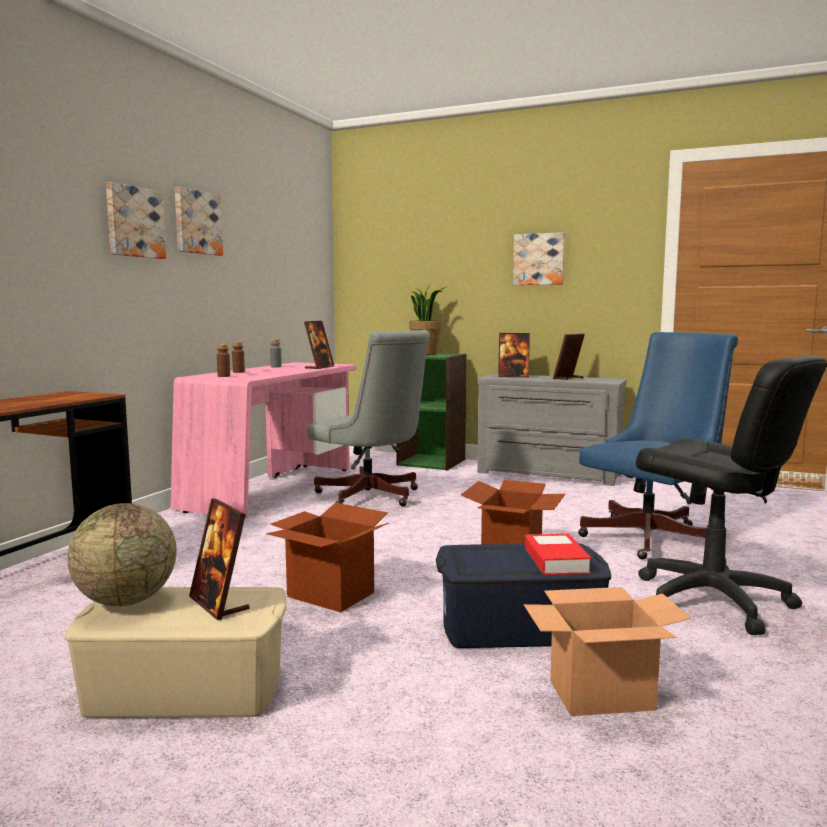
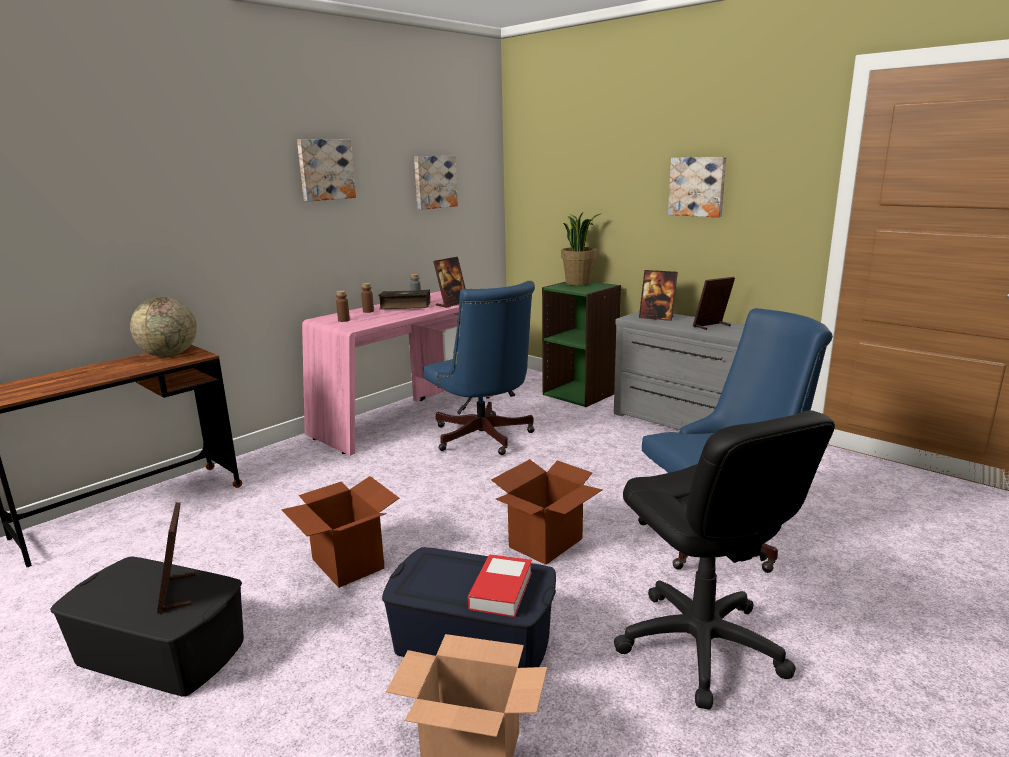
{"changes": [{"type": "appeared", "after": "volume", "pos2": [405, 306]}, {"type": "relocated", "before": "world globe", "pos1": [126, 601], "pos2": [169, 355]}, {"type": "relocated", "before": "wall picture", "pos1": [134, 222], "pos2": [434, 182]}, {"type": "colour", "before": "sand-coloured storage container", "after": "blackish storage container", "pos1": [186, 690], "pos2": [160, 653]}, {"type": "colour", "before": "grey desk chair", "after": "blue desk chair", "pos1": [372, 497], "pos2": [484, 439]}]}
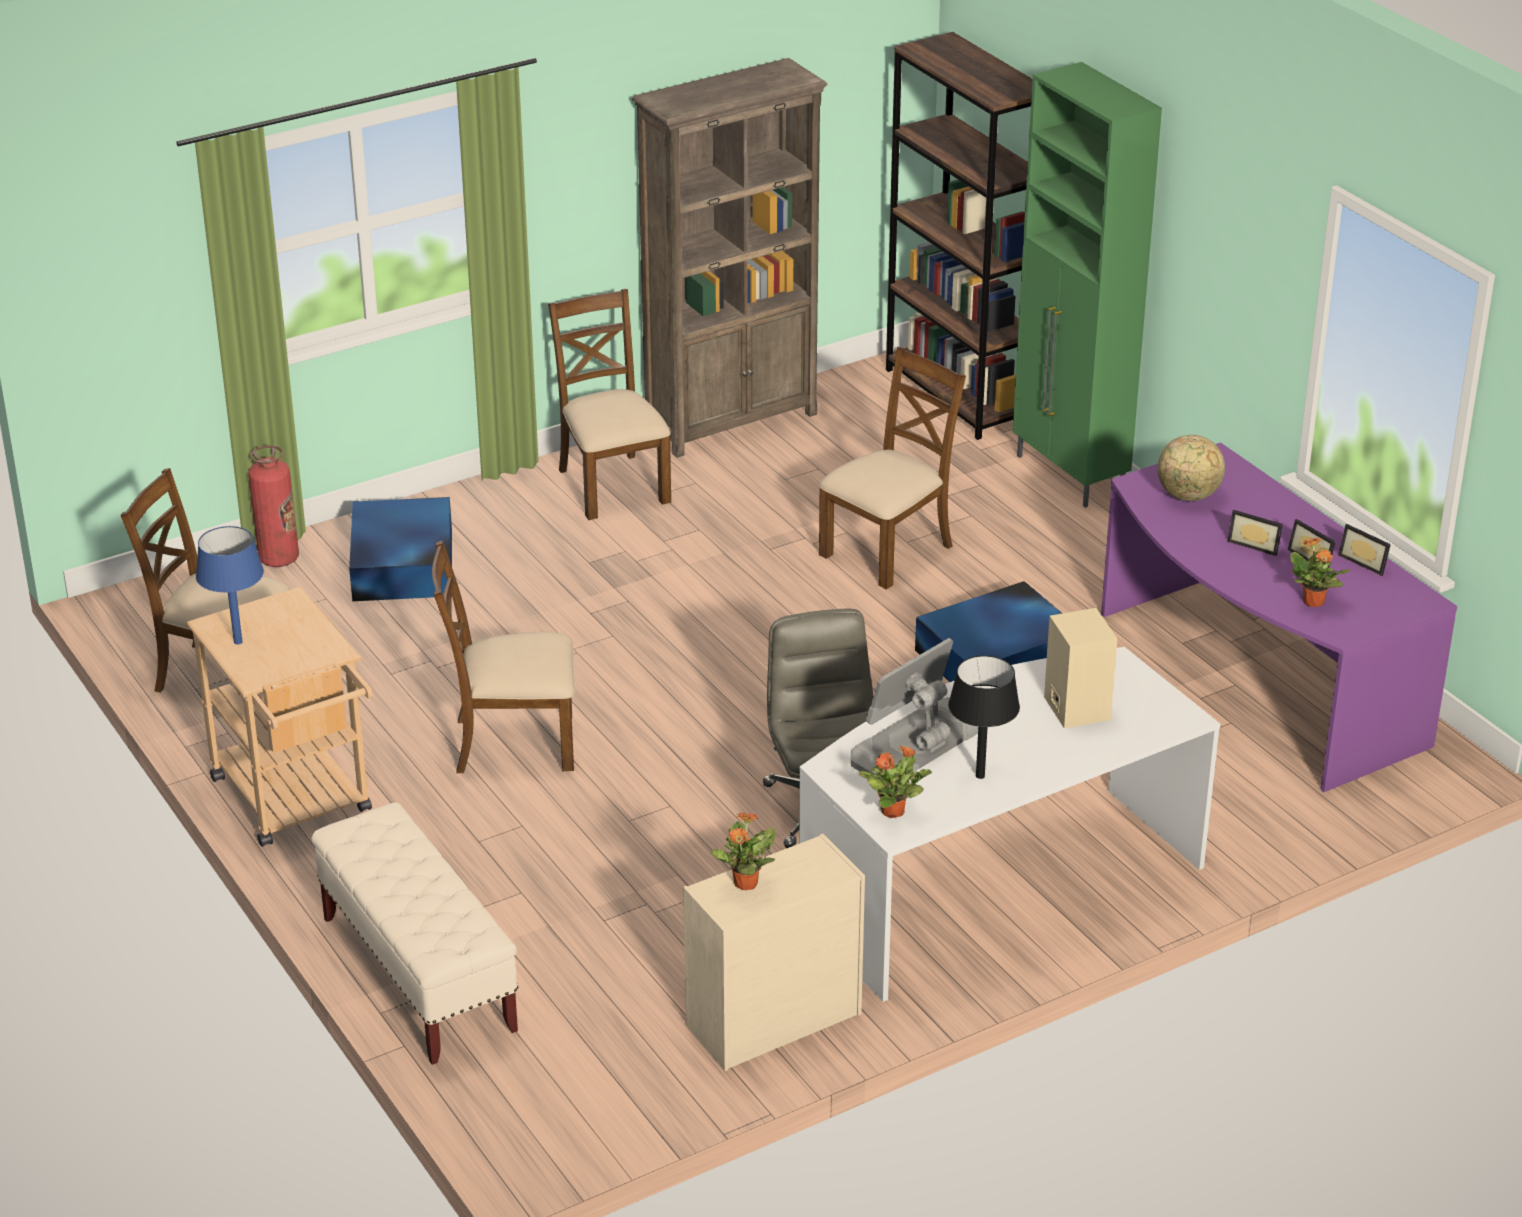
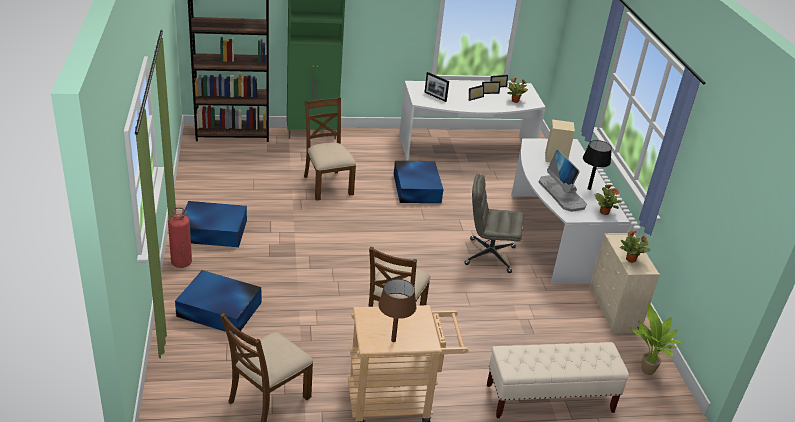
{"changes": [{"type": "missing", "before": "brown bookcase", "pos1": [732, 421]}, {"type": "appeared", "after": "plant in a pot", "pos2": [645, 371]}, {"type": "relocated", "before": "fire-fighting cylinder", "pos1": [279, 558], "pos2": [181, 263]}, {"type": "exchanged", "before": "brown plain chair", "after": "blue storage container", "pos1": [612, 485], "pos2": [212, 230]}, {"type": "exchanged", "before": "world globe", "after": "standing frame", "pos1": [1188, 496], "pos2": [435, 97]}, {"type": "colour", "before": "blue tabletop lamp", "after": "brown tabletop lamp", "pos1": [237, 642], "pos2": [393, 340]}, {"type": "colour", "before": "purplish desk table", "after": "white-coloured desk table", "pos1": [1253, 682], "pos2": [466, 149]}]}
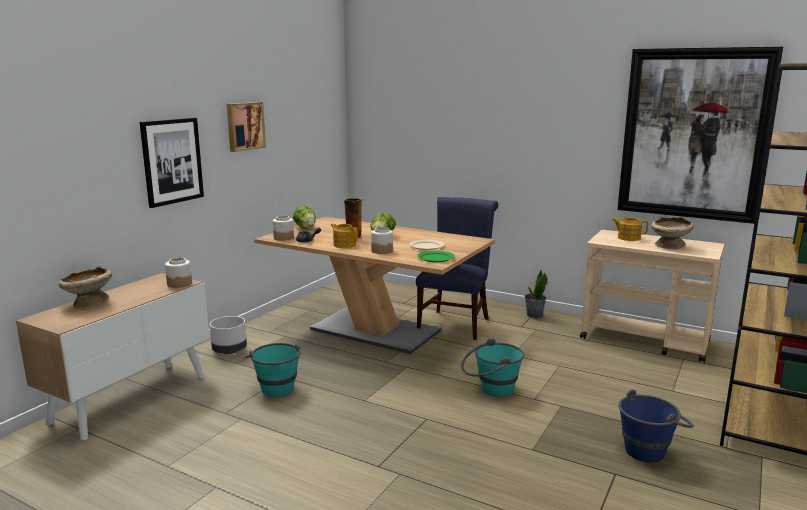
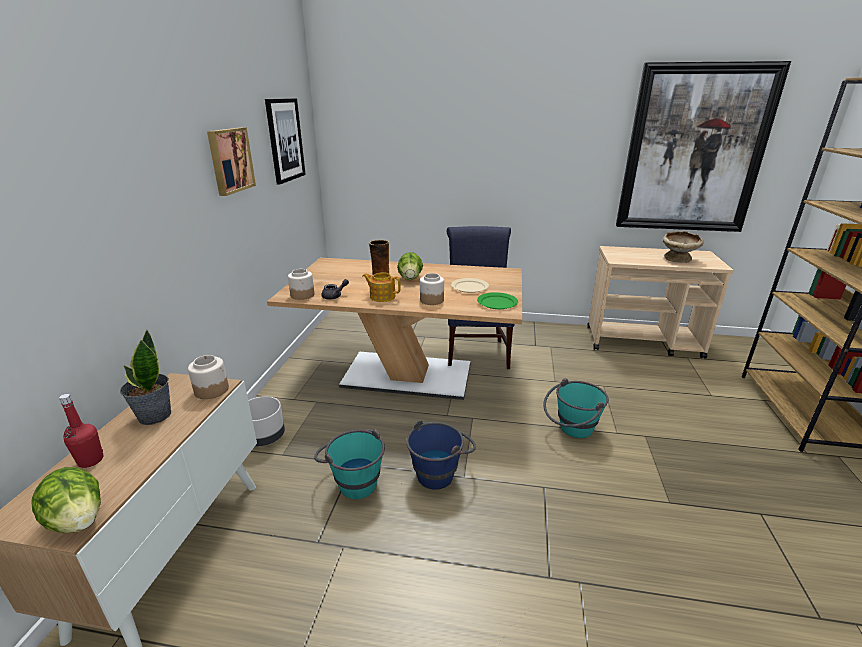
{"changes": [{"type": "missing", "before": "pot for tea", "pos1": [628, 238]}, {"type": "relocated", "before": "wall picture", "pos1": [172, 161], "pos2": [285, 140]}, {"type": "relocated", "before": "lettuce", "pos1": [305, 228], "pos2": [78, 520]}, {"type": "relocated", "before": "plant in a pot", "pos1": [534, 315], "pos2": [154, 416]}, {"type": "relocated", "before": "blue water bucket", "pos1": [650, 449], "pos2": [440, 471]}, {"type": "exchanged", "before": "sand-coloured bowl", "after": "red-coloured bottle", "pos1": [88, 303], "pos2": [91, 460]}]}
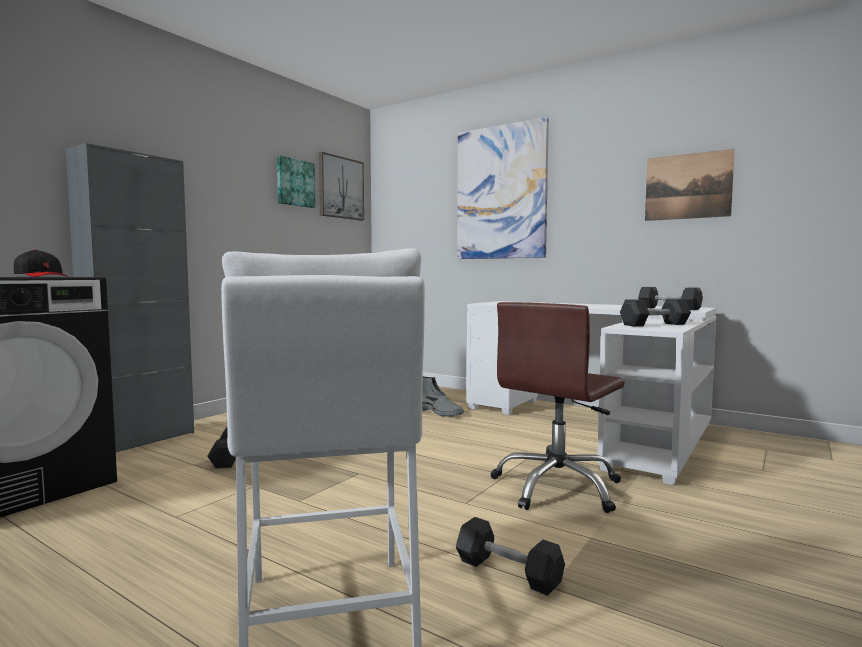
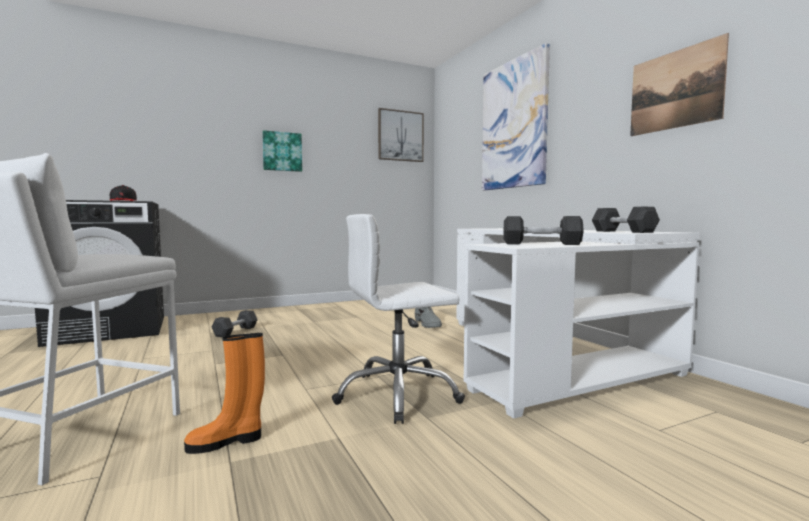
{"changes": [{"type": "missing", "before": "grey cabinet", "pos1": [141, 440]}, {"type": "relocated", "before": "wall picture", "pos1": [295, 183], "pos2": [282, 151]}, {"type": "exchanged", "before": "grey free weight", "after": "orange-coloured tall boot", "pos1": [508, 572], "pos2": [227, 442]}, {"type": "colour", "before": "brown desk chair", "after": "white-coloured desk chair", "pos1": [558, 487], "pos2": [398, 395]}]}
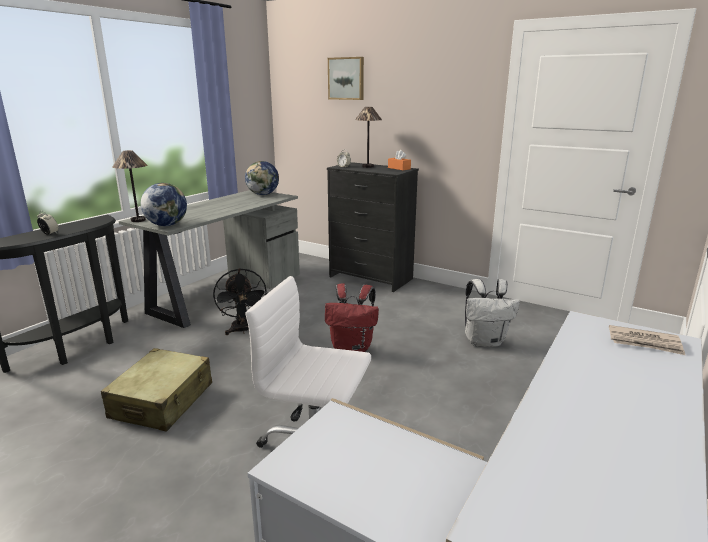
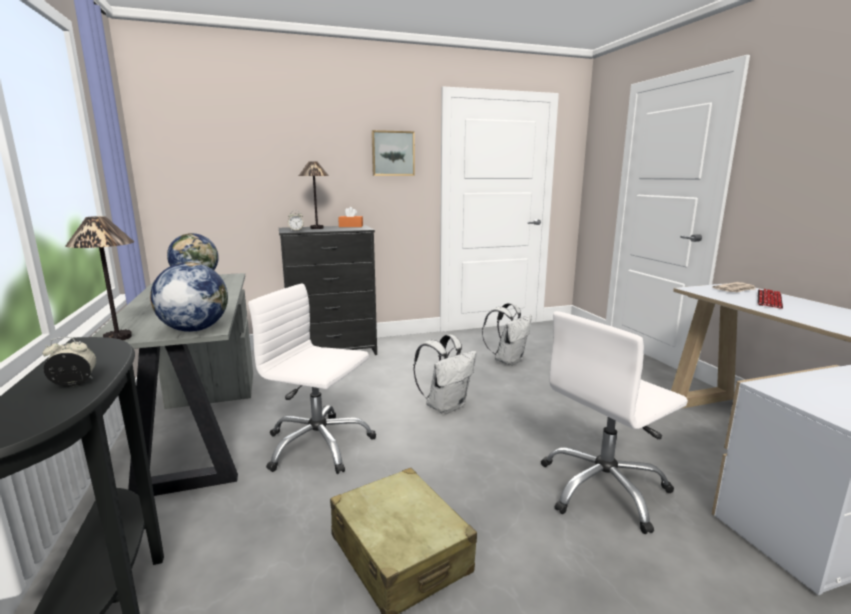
{"changes": [{"type": "appeared", "after": "PC keyboard", "pos2": [769, 300]}, {"type": "relocated", "before": "wall picture", "pos1": [346, 78], "pos2": [392, 153]}, {"type": "exchanged", "before": "blackish electric fan", "after": "white-coloured desk chair", "pos1": [243, 330], "pos2": [318, 445]}, {"type": "colour", "before": "red-coloured knapsack", "after": "white-coloured knapsack", "pos1": [353, 348], "pos2": [446, 406]}]}
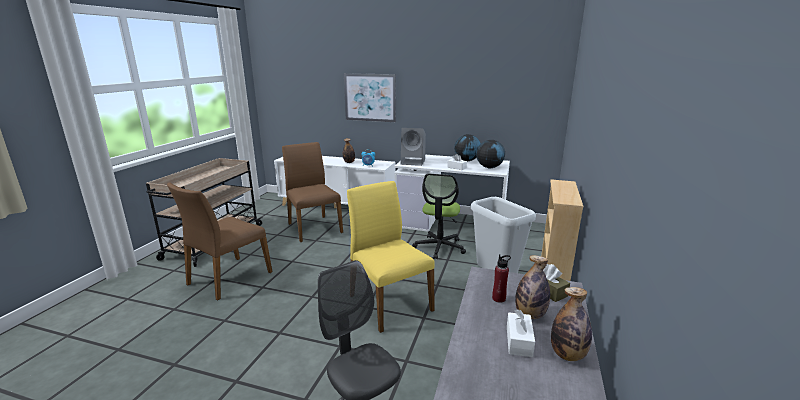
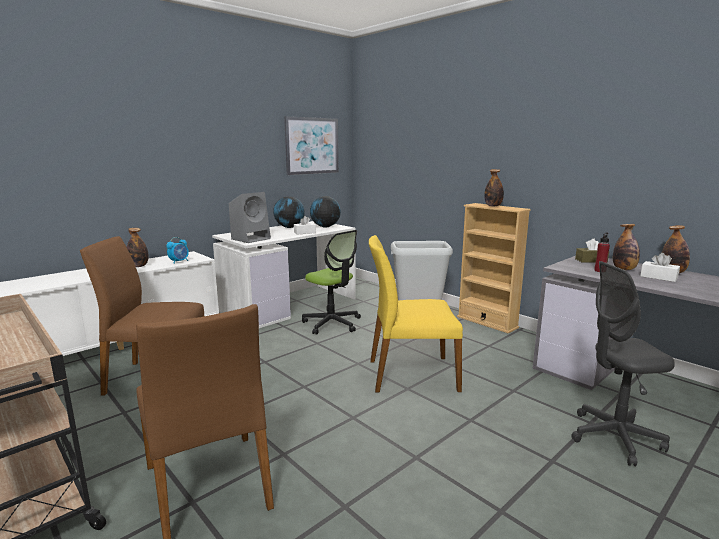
{"changes": [{"type": "appeared", "after": "bottle", "pos2": [493, 206]}, {"type": "relocated", "before": "wall picture", "pos1": [370, 97], "pos2": [312, 146]}]}
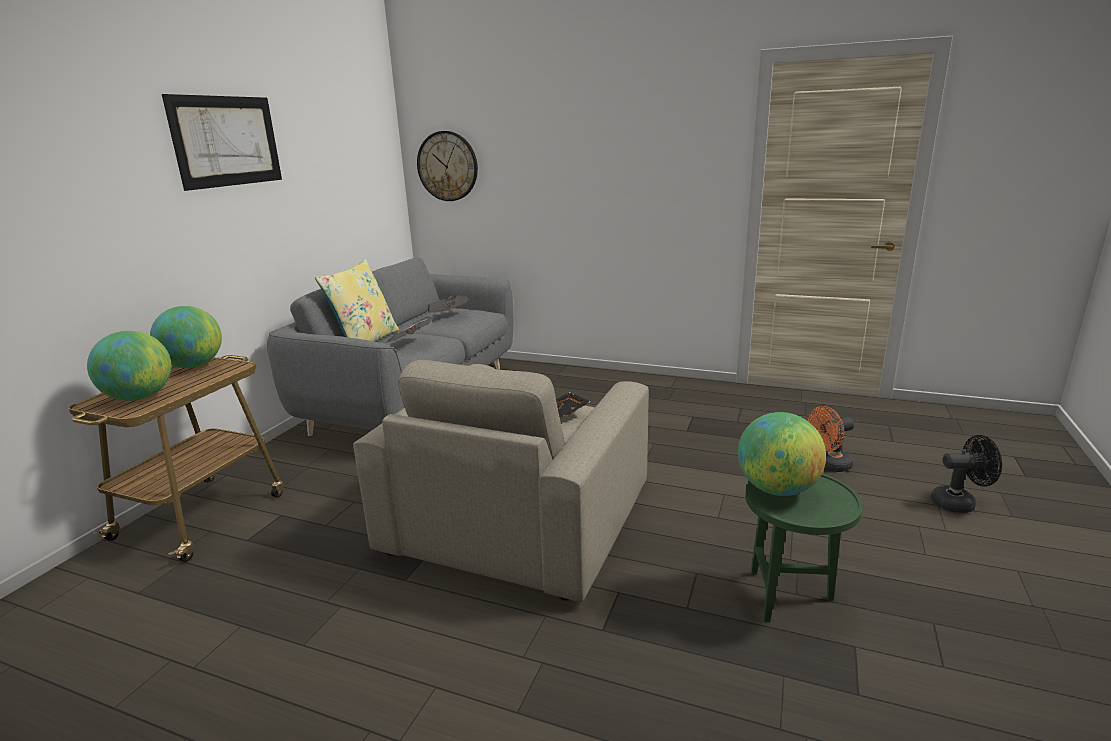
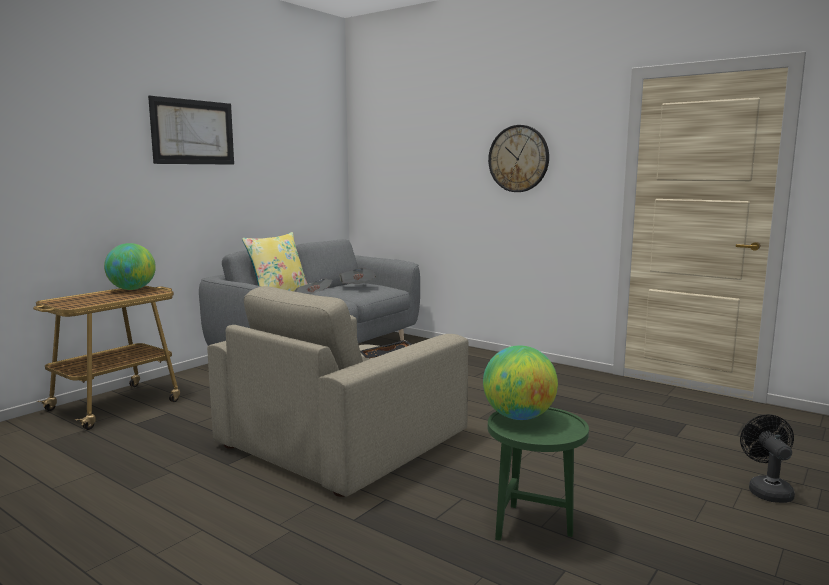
{"changes": [{"type": "missing", "before": "world globe", "pos1": [139, 397]}, {"type": "missing", "before": "orange-coloured electric fan", "pos1": [828, 465]}, {"type": "relocated", "before": "wall clock", "pos1": [447, 166], "pos2": [518, 158]}, {"type": "spun", "before": "blackish electric fan", "pos1": [959, 503], "pos2": [766, 490], "turn": -105}]}
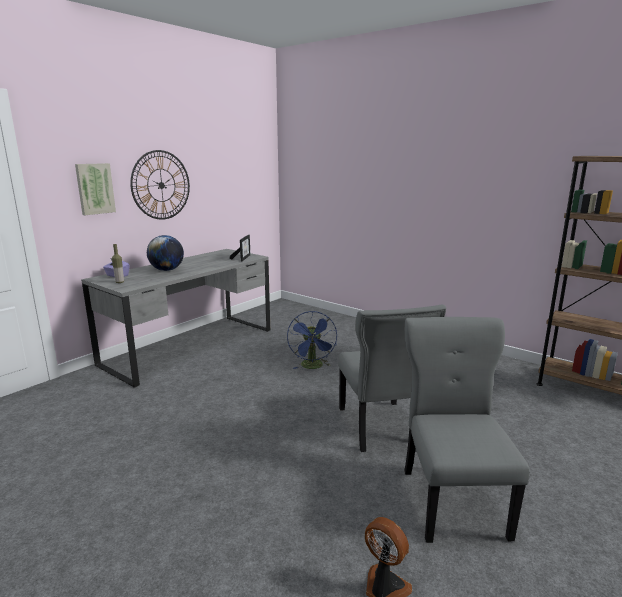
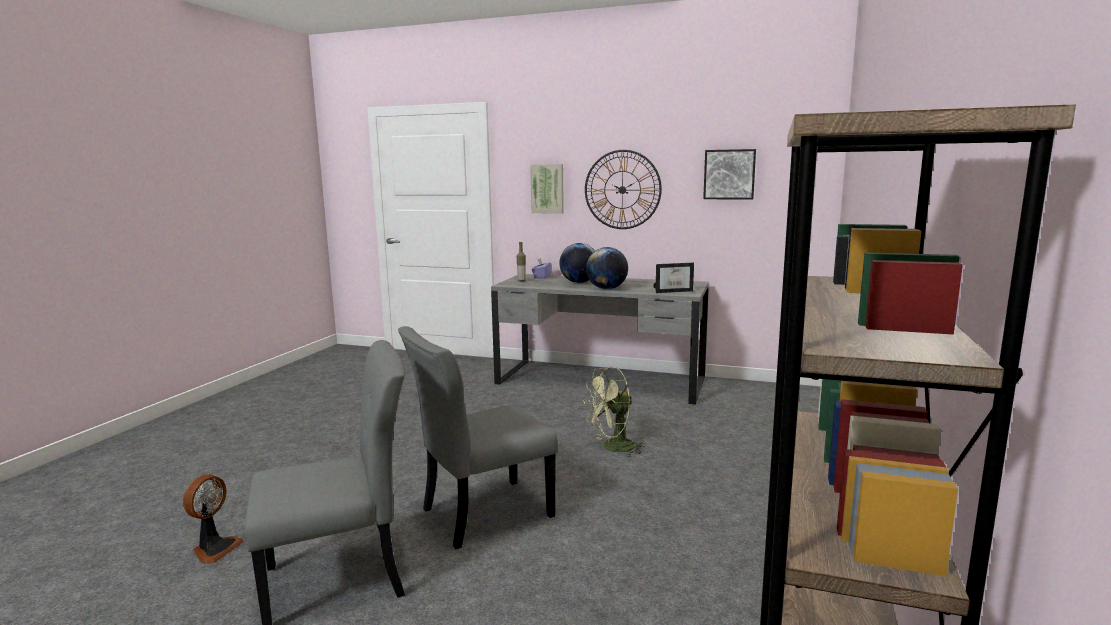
{"changes": [{"type": "appeared", "after": "world globe", "pos2": [607, 289]}, {"type": "appeared", "after": "wall picture", "pos2": [729, 174]}, {"type": "colour", "before": "blue electric fan", "after": "green-coloured electric fan", "pos1": [313, 367], "pos2": [613, 448]}]}
